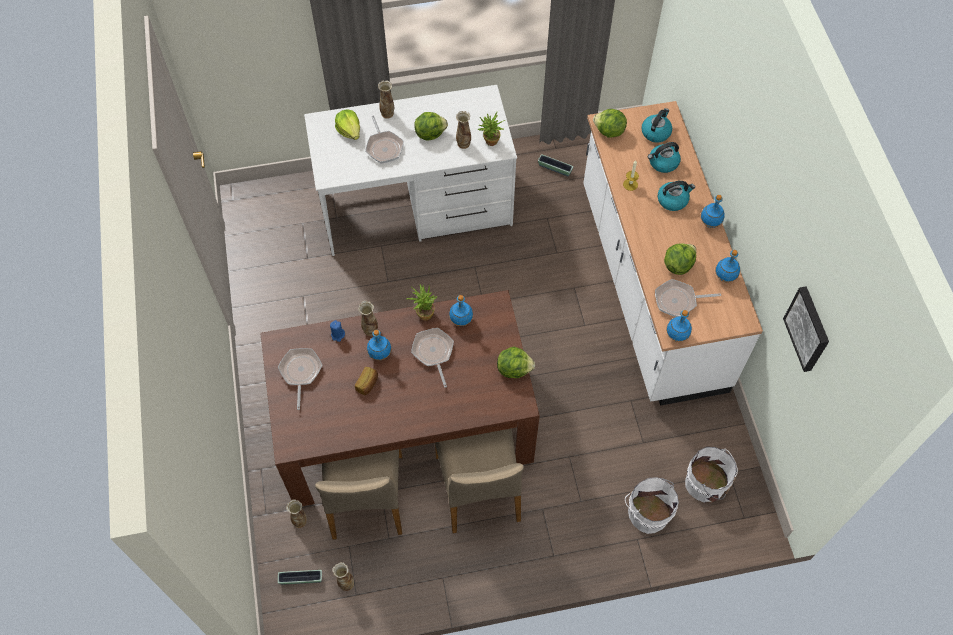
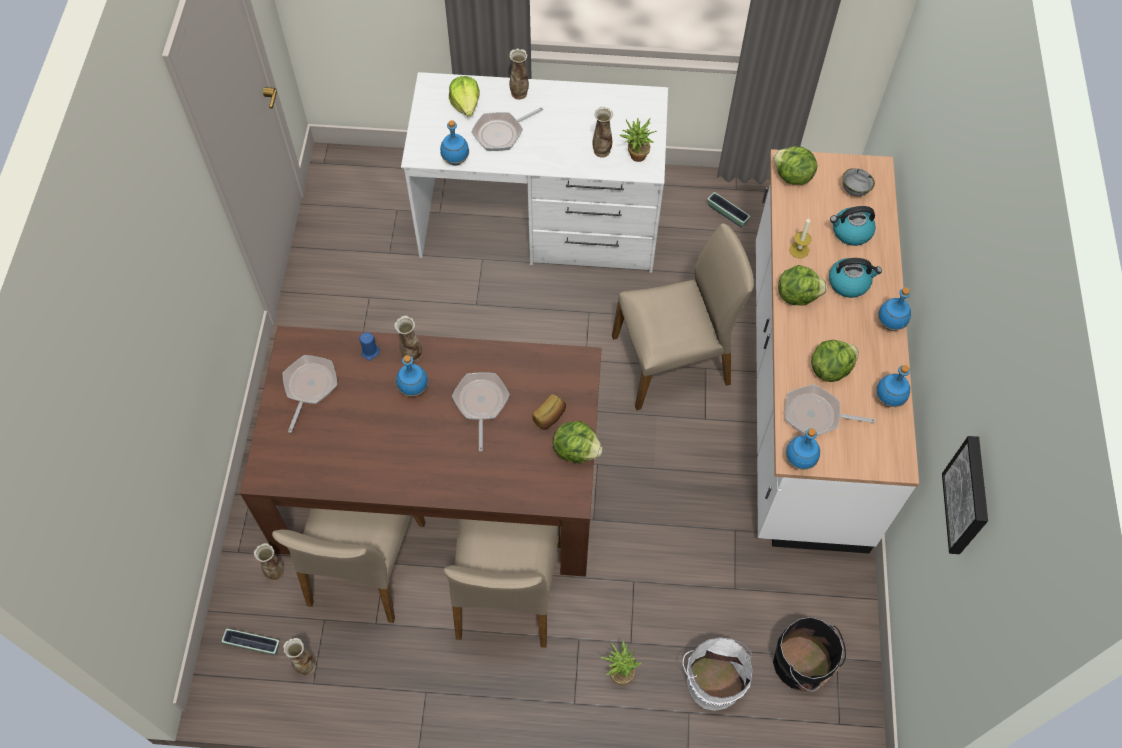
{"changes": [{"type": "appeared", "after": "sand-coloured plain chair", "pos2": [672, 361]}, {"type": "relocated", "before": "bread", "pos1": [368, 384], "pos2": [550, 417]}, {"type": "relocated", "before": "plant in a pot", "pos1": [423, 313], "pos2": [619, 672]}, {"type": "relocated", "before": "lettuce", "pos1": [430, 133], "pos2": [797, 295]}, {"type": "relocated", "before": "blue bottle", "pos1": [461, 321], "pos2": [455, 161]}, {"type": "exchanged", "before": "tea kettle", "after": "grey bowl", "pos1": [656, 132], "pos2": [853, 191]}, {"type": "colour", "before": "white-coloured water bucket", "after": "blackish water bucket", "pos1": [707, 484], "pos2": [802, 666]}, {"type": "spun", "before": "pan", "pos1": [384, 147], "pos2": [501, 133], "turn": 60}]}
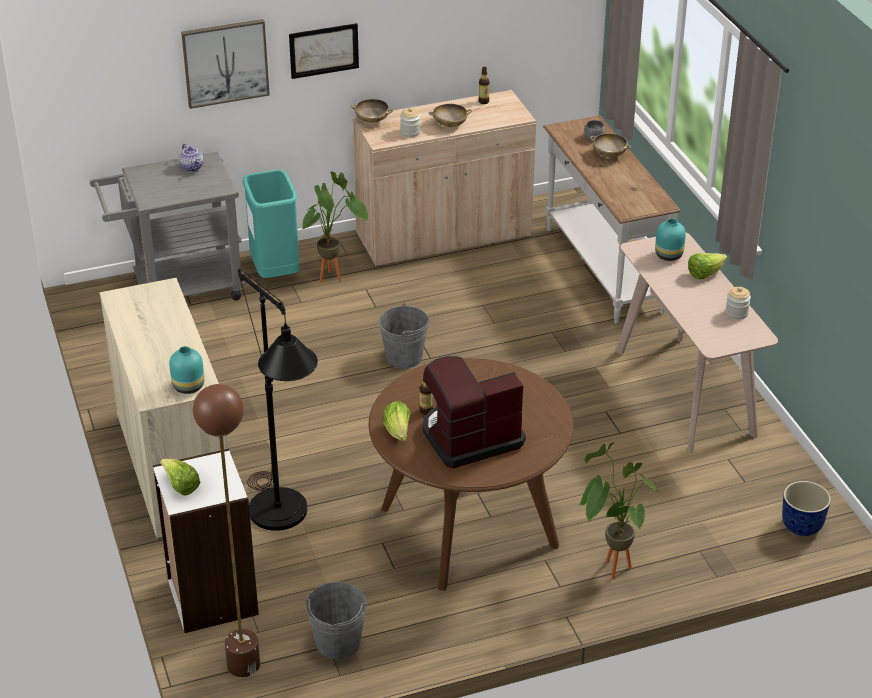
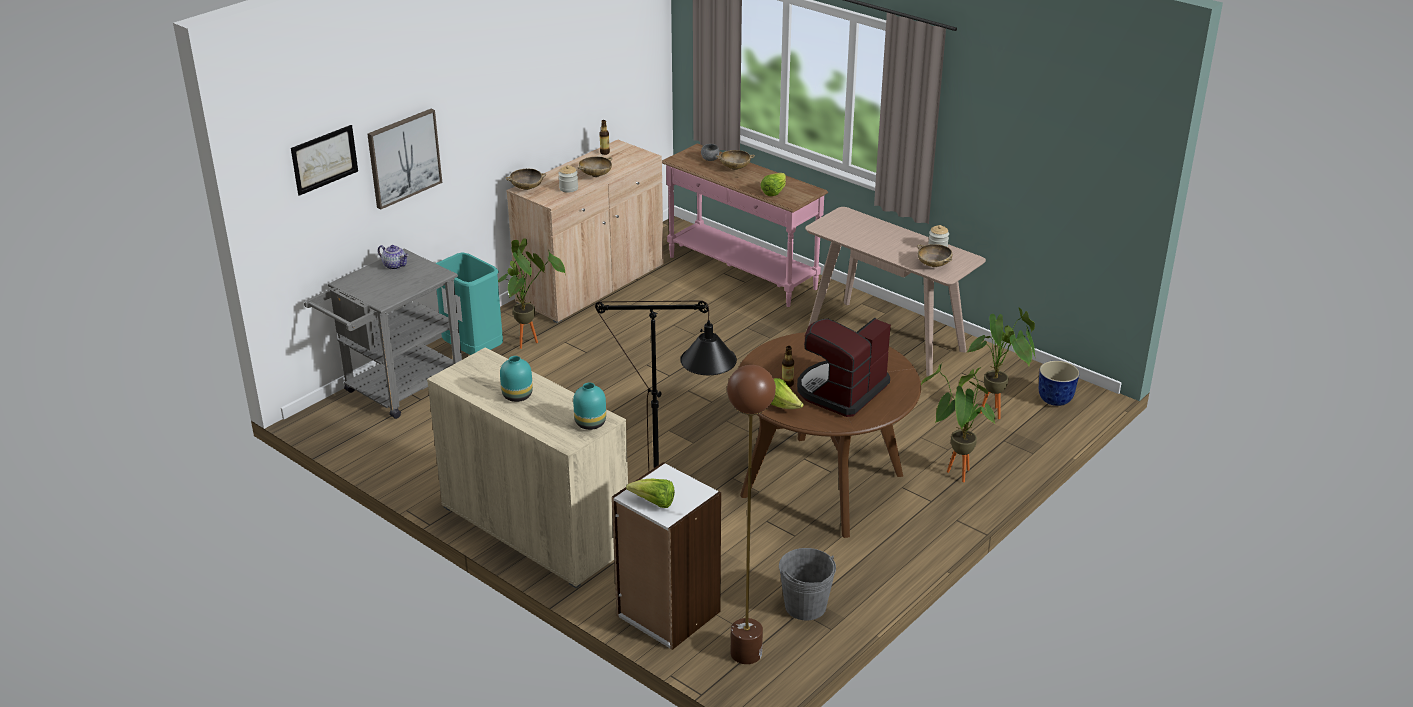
{"changes": [{"type": "missing", "before": "grey water bucket", "pos1": [404, 357]}, {"type": "appeared", "after": "sand-coloured bowl", "pos2": [933, 265]}, {"type": "appeared", "after": "plant in a pot", "pos2": [998, 414]}, {"type": "relocated", "before": "wall picture", "pos1": [324, 50], "pos2": [324, 159]}, {"type": "relocated", "before": "turquoise decorative vase", "pos1": [669, 255], "pos2": [518, 395]}, {"type": "relocated", "before": "lettuce", "pos1": [705, 274], "pos2": [774, 192]}, {"type": "colour", "before": "white-coloured console table", "after": "pink console table", "pos1": [601, 270], "pos2": [741, 273]}]}
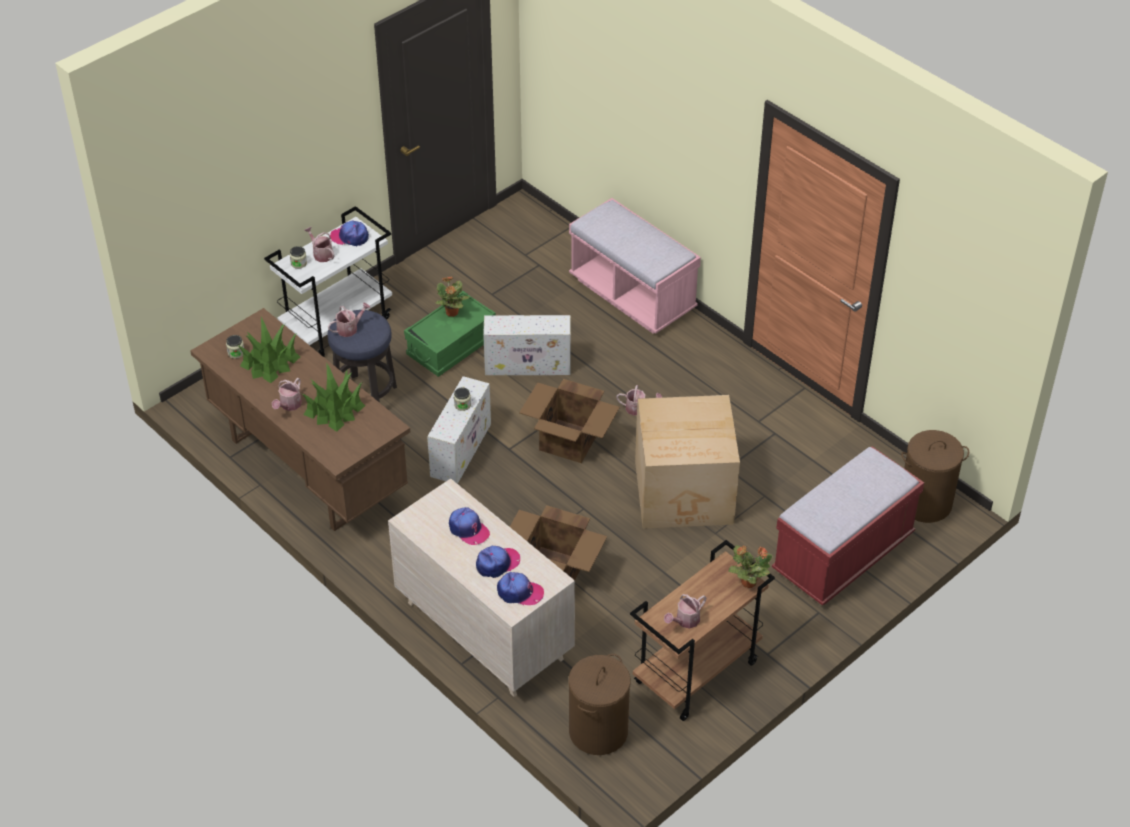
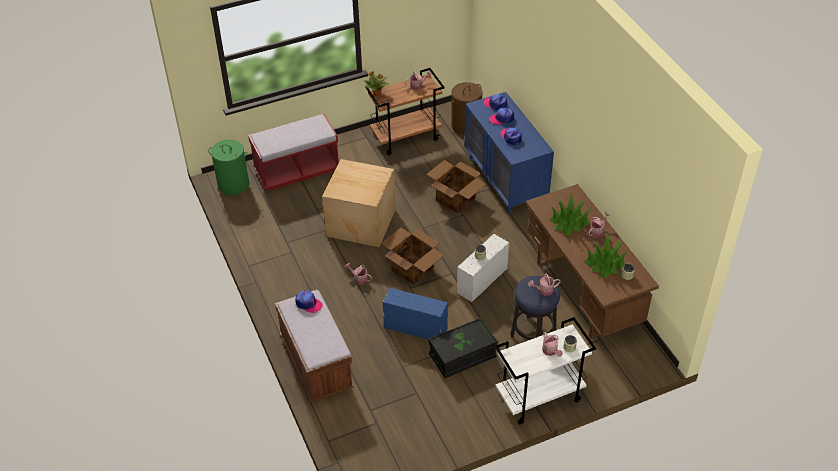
{"changes": [{"type": "missing", "before": "plant in a pot", "pos1": [452, 313]}, {"type": "relocated", "before": "peaked cap", "pos1": [350, 237], "pos2": [308, 303]}, {"type": "colour", "before": "sand-coloured drawer chest", "after": "blue drawer chest", "pos1": [483, 630], "pos2": [505, 180]}, {"type": "colour", "before": "green-coloured storage container", "after": "blackish storage container", "pos1": [451, 347], "pos2": [462, 356]}, {"type": "colour", "before": "white-coloured storage container", "after": "blue storage container", "pos1": [529, 365], "pos2": [414, 327]}, {"type": "colour", "before": "pink indoor bench", "after": "brown indoor bench", "pos1": [632, 295], "pos2": [316, 364]}, {"type": "colour", "before": "brown washing basket", "after": "green-coloured washing basket", "pos1": [924, 503], "pos2": [233, 184]}]}
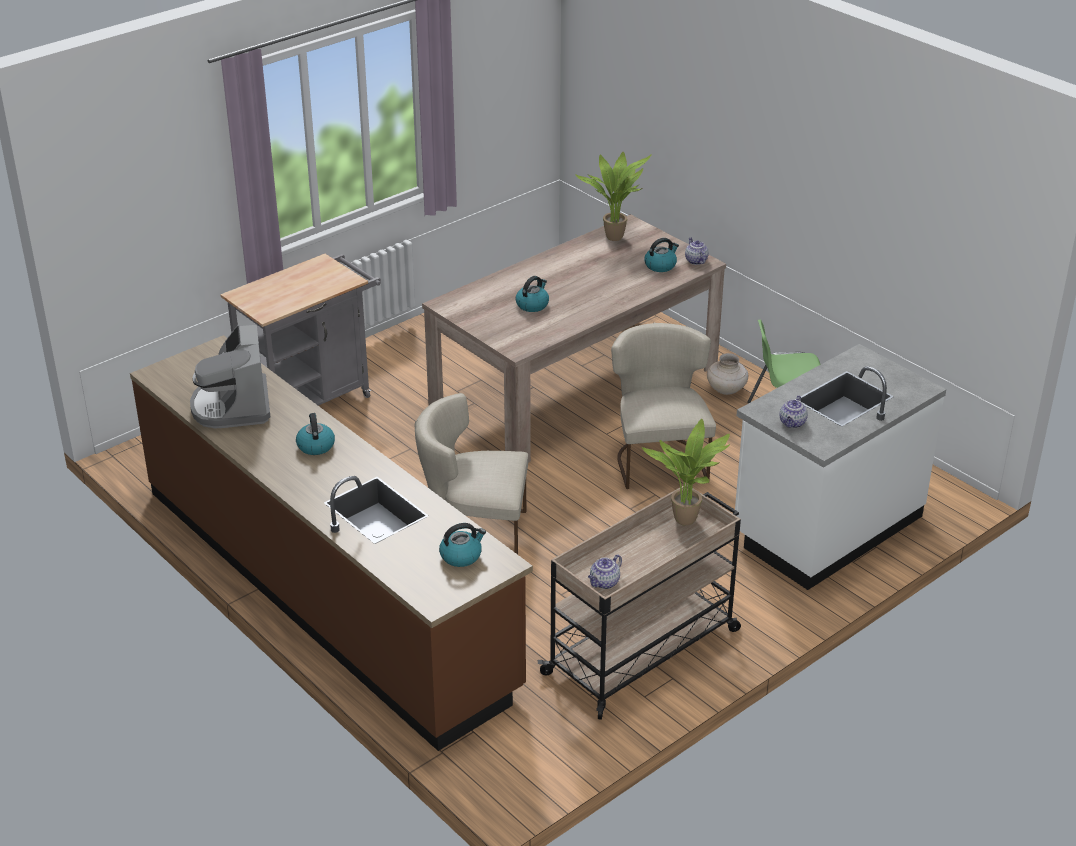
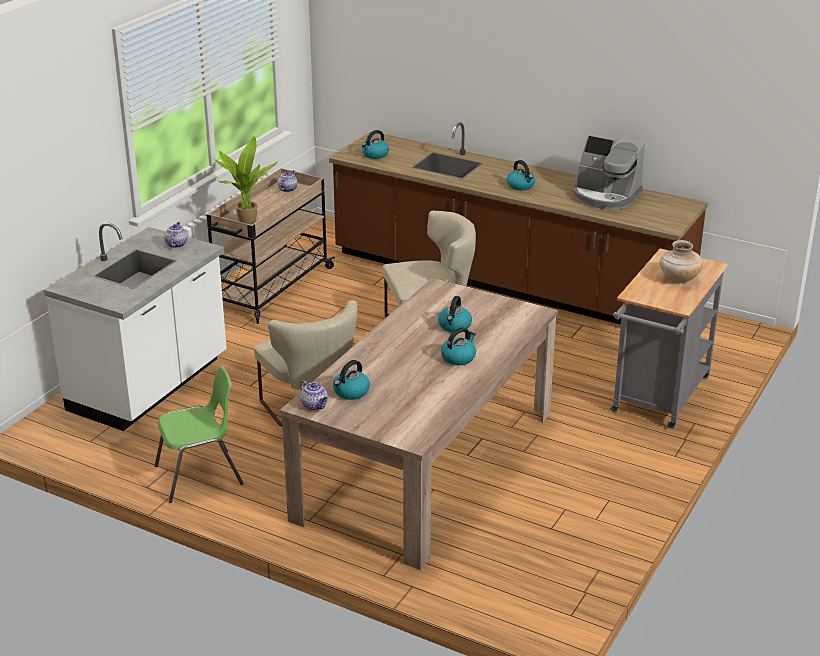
{"changes": [{"type": "missing", "before": "plant in a pot", "pos1": [615, 236]}, {"type": "appeared", "after": "tea kettle", "pos2": [458, 357]}, {"type": "relocated", "before": "sand-coloured decorative vase", "pos1": [726, 390], "pos2": [679, 279]}, {"type": "spun", "before": "coffee machine", "pos1": [233, 406], "pos2": [605, 196], "turn": 150}]}
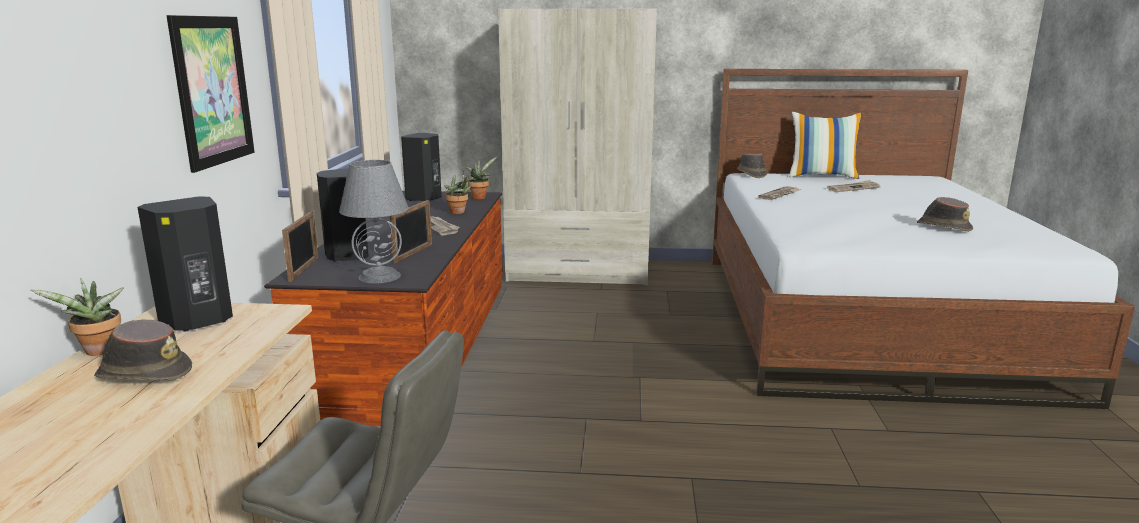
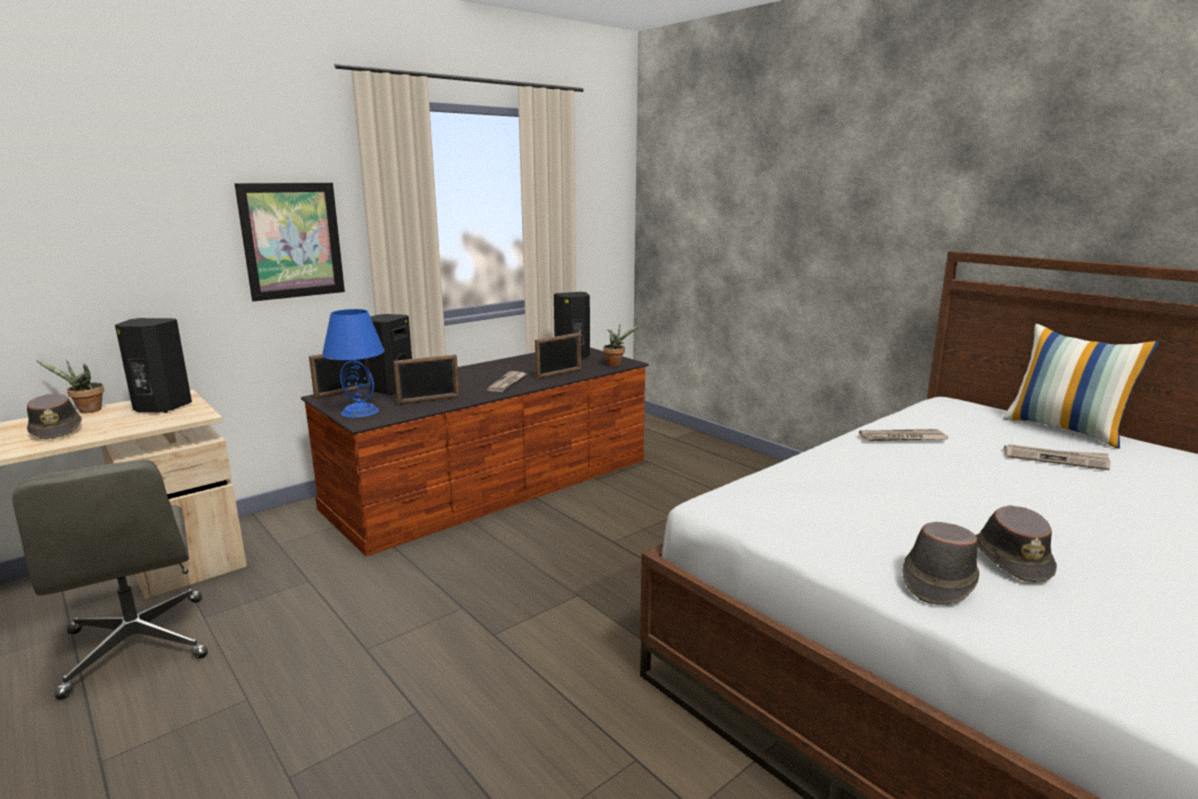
{"changes": [{"type": "missing", "before": "sand-coloured wardrobe", "pos1": [579, 271]}, {"type": "relocated", "before": "brown wearable hat", "pos1": [751, 174], "pos2": [937, 580]}, {"type": "exchanged", "before": "plant in a pot", "after": "standing frame", "pos1": [459, 212], "pos2": [559, 374]}, {"type": "colour", "before": "grey tabletop lamp", "after": "blue tabletop lamp", "pos1": [380, 276], "pos2": [360, 411]}]}
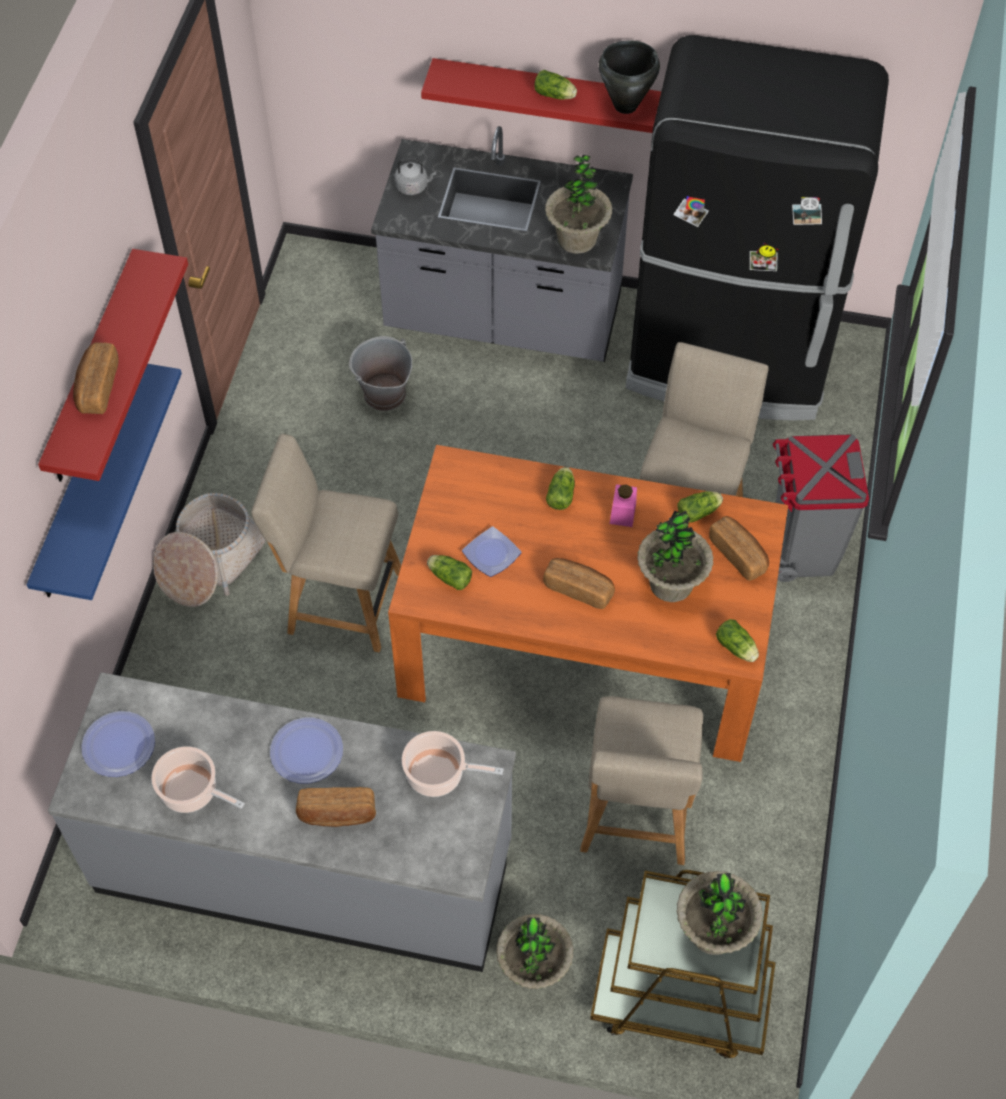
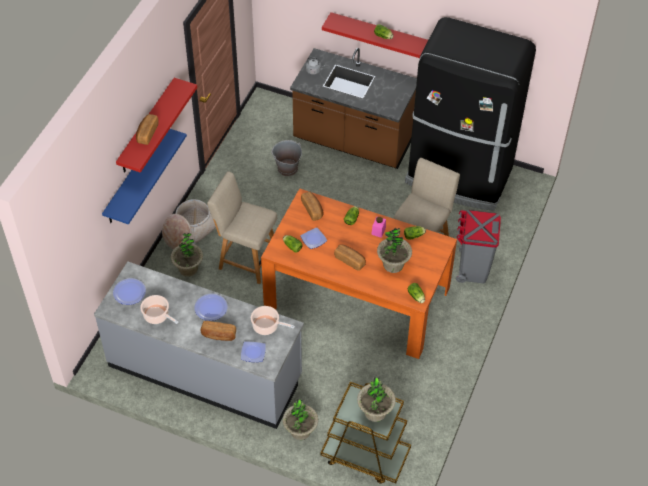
{"changes": [{"type": "missing", "before": "sand-coloured plain chair", "pos1": [636, 818]}, {"type": "missing", "before": "blackish saucepot", "pos1": [625, 105]}, {"type": "appeared", "after": "plate", "pos2": [252, 353]}, {"type": "relocated", "before": "plant in a pot", "pos1": [577, 239], "pos2": [188, 269]}, {"type": "relocated", "before": "bread", "pos1": [738, 554], "pos2": [312, 209]}, {"type": "colour", "before": "grey kitchen counter", "after": "brown kitchen counter", "pos1": [503, 317], "pos2": [353, 141]}]}
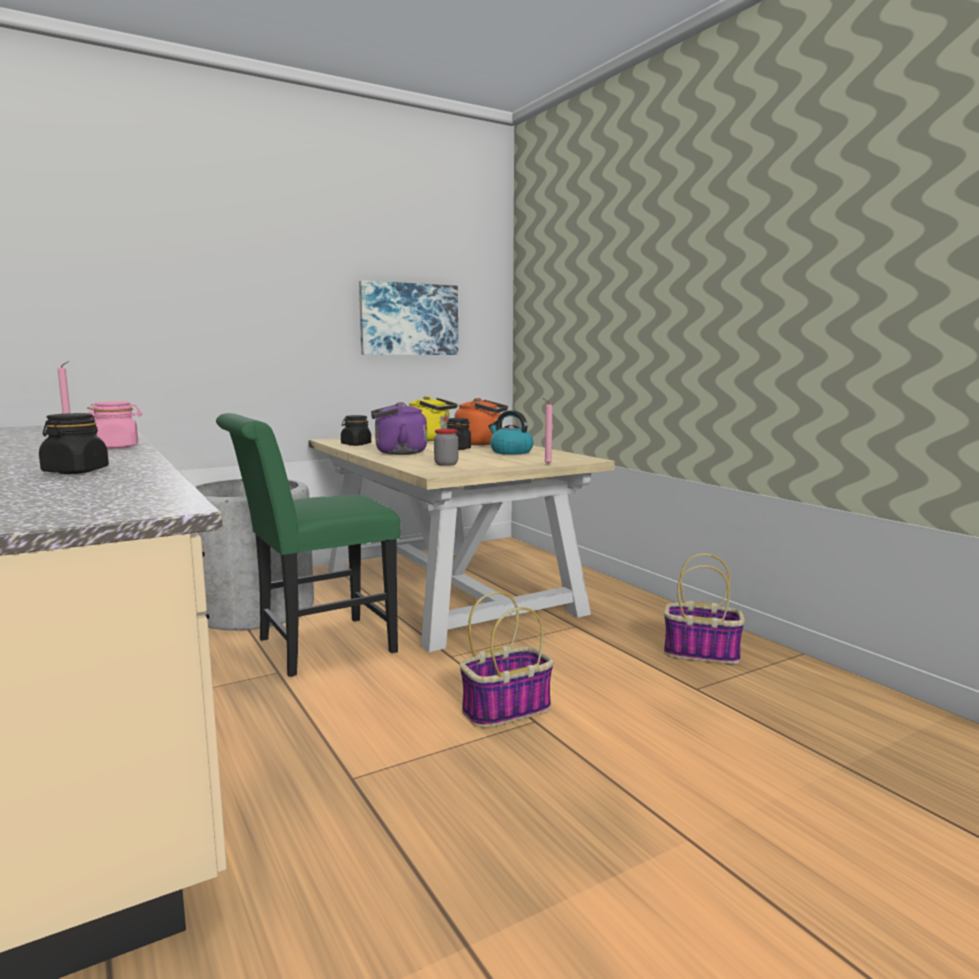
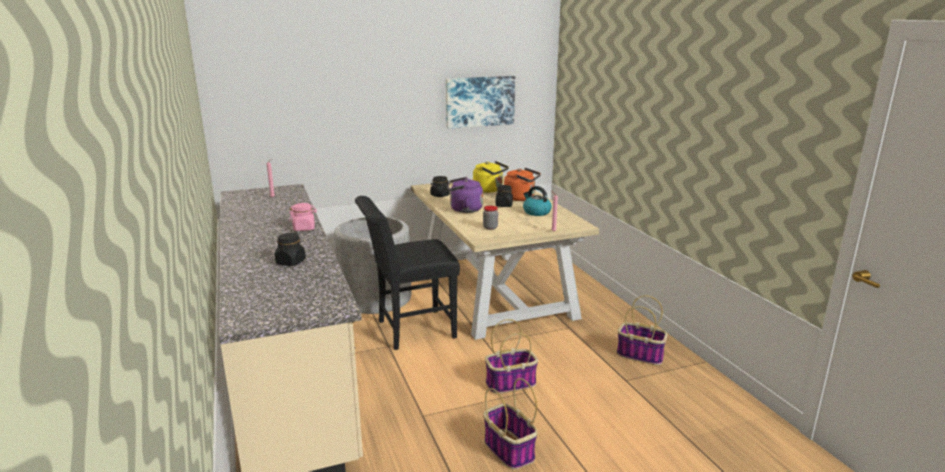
{"changes": [{"type": "appeared", "after": "household basket", "pos2": [508, 449]}, {"type": "colour", "before": "green-coloured plain chair", "after": "blackish plain chair", "pos1": [315, 647], "pos2": [410, 330]}]}
